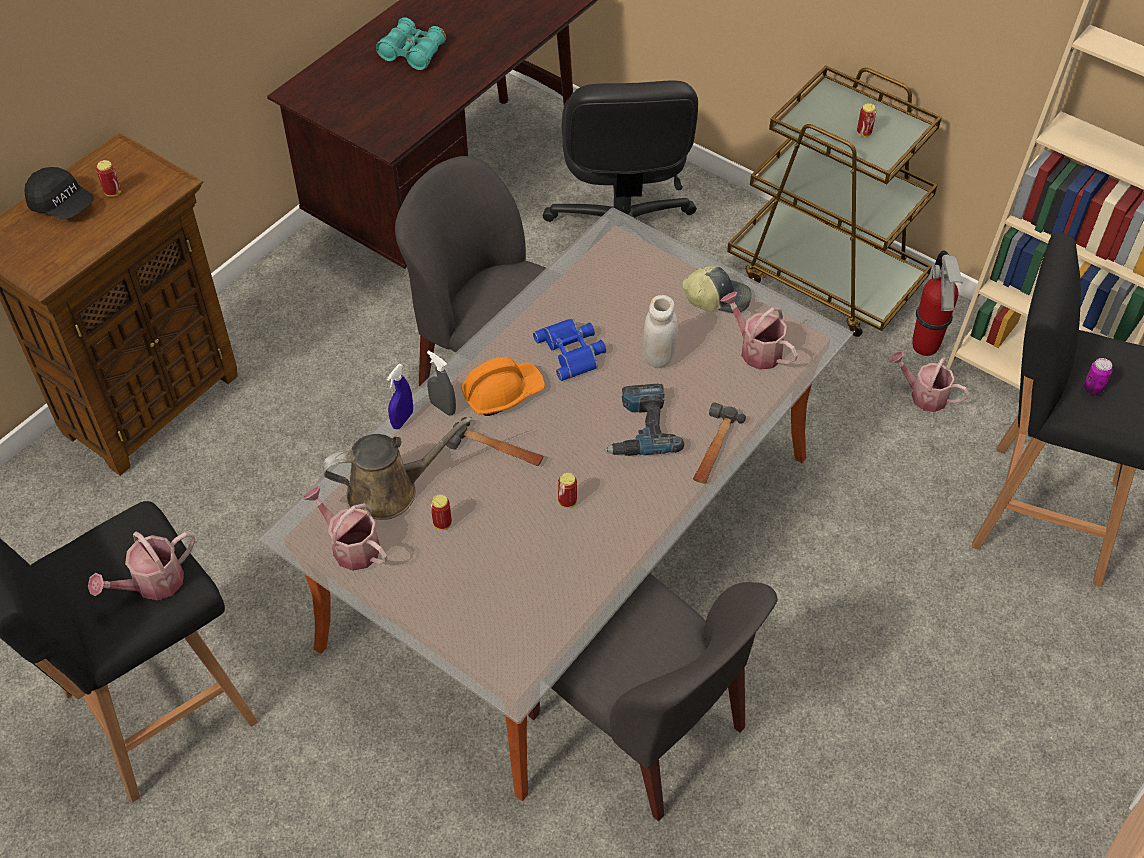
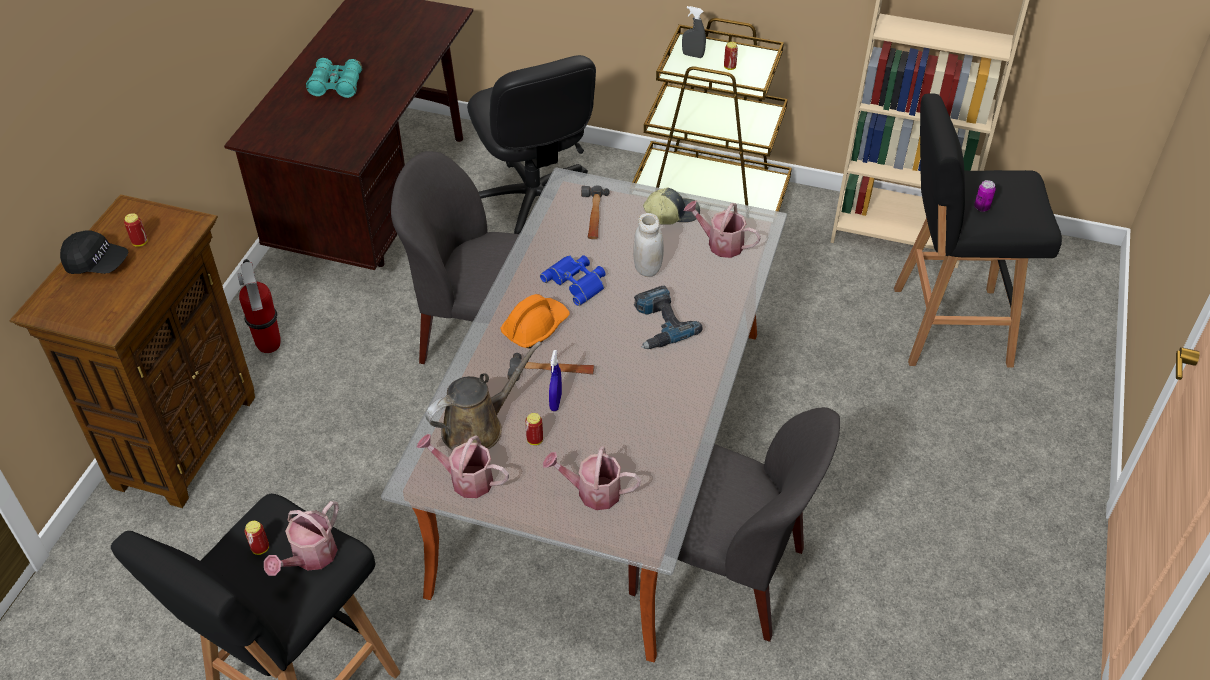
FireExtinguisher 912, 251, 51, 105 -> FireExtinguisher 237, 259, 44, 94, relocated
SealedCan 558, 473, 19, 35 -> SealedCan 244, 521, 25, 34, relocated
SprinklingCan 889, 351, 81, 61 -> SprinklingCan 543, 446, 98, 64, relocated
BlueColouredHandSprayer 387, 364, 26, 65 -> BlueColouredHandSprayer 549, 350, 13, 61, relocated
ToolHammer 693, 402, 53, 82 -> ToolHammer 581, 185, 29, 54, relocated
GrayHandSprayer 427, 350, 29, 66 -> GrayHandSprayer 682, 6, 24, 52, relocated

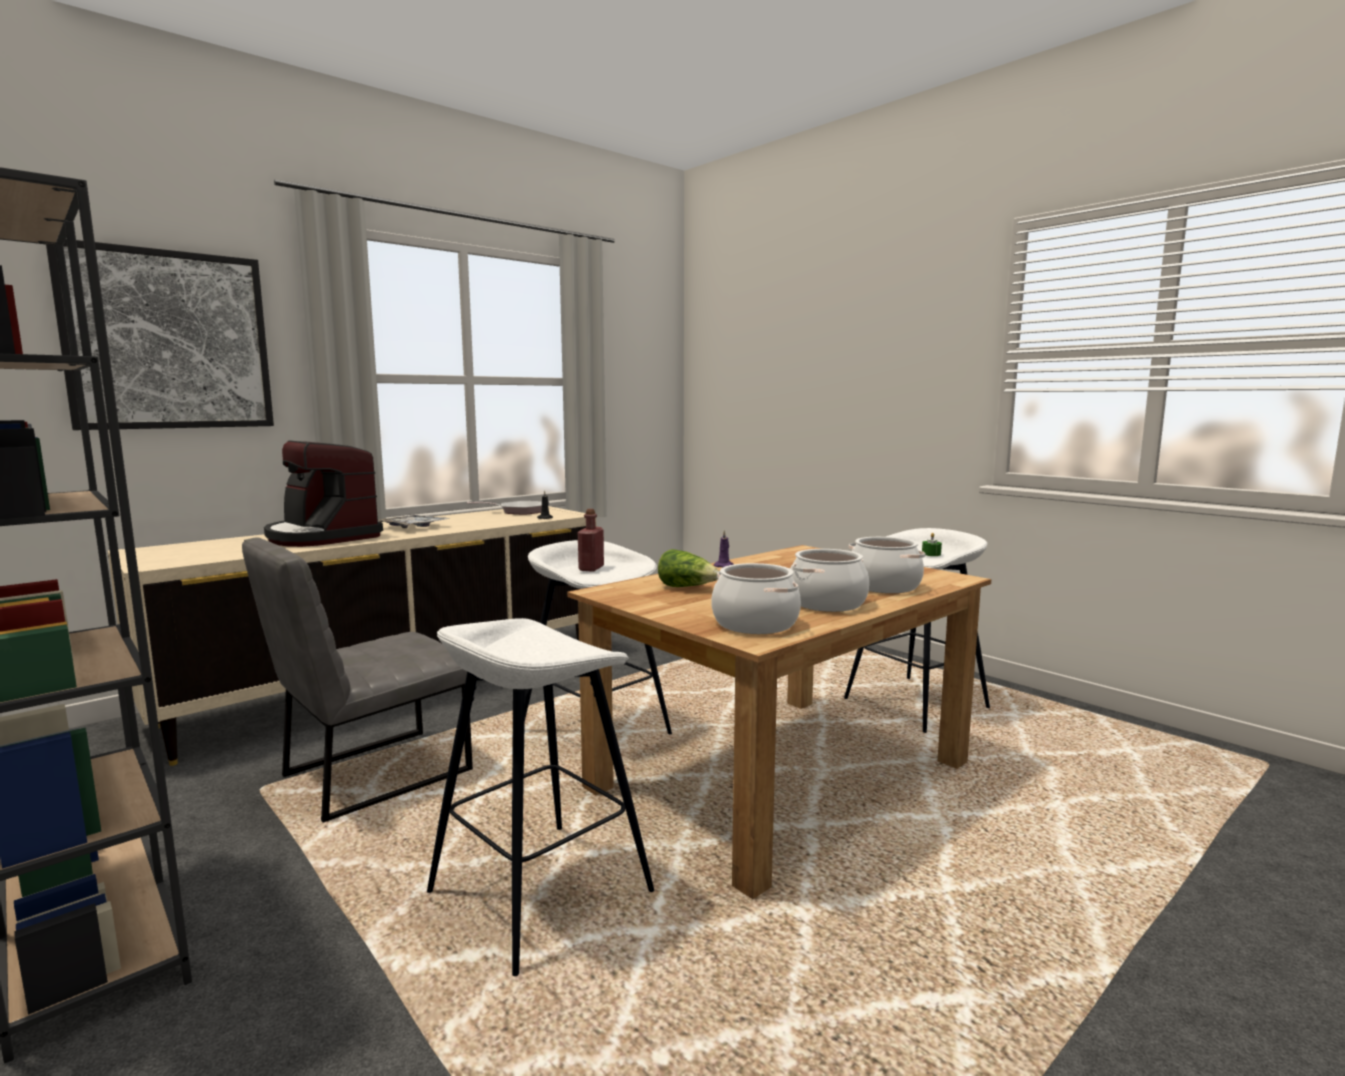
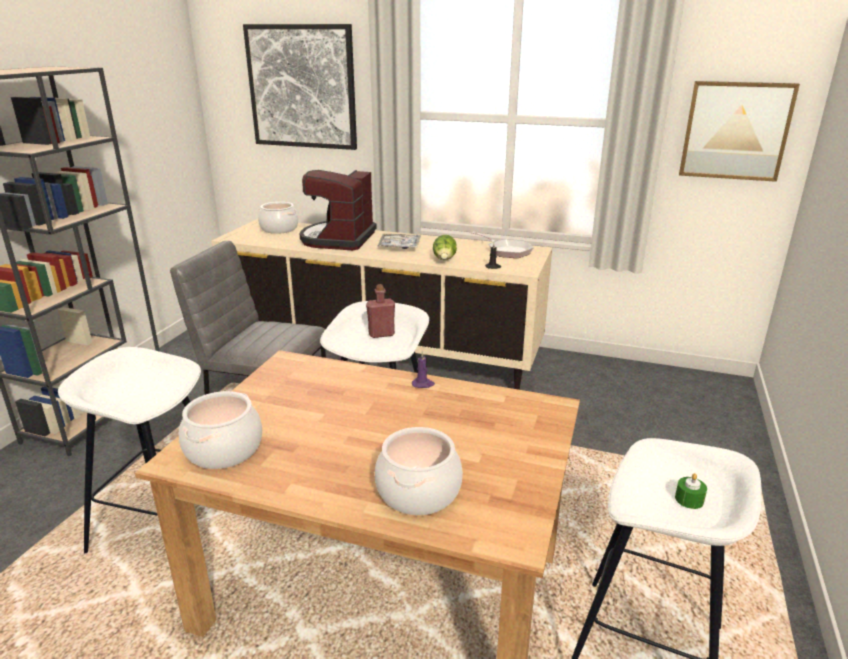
Saucepot 790, 549, 79, 63 -> Saucepot 258, 202, 40, 32, relocated
LettuceHead 658, 549, 62, 38 -> LettuceHead 433, 235, 24, 25, relocated
none -> WallArt 679, 81, 121, 101

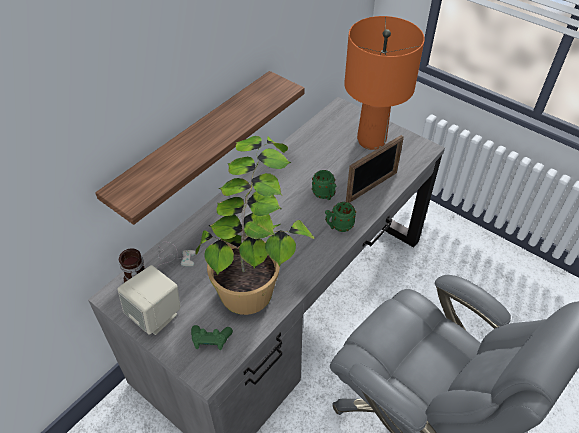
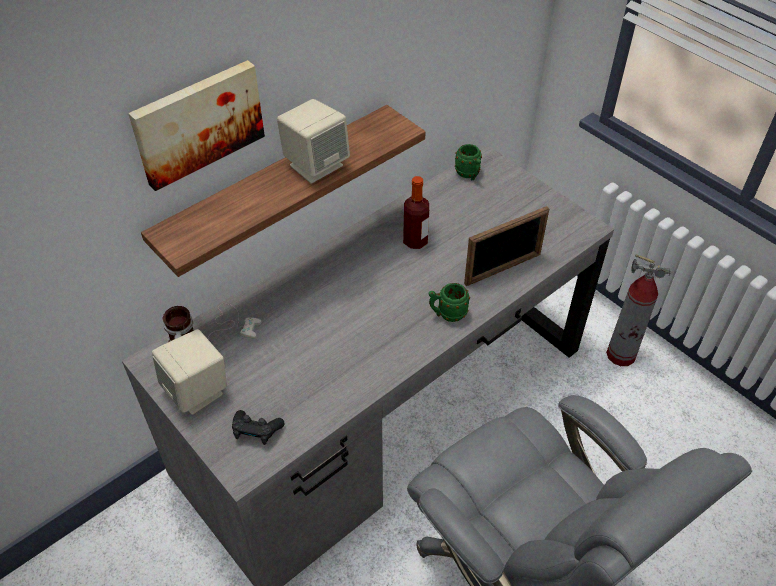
none -> WallArt 128, 60, 137, 131
GreenJoypad 191, 325, 42, 25 -> BlackColouredJoypad 232, 410, 52, 35
none -> BeigeAudioSpeaker 277, 99, 73, 84
none -> BeverageBottle 403, 176, 26, 73
GreenCoffeeMug 312, 170, 24, 30 -> GreenCoffeeMug 455, 144, 27, 36, relocated
none -> FireExtinguisher 606, 254, 66, 112
PottedPlant 195, 136, 120, 179 -> none
OrangeyTableLamp 344, 16, 81, 134 -> none

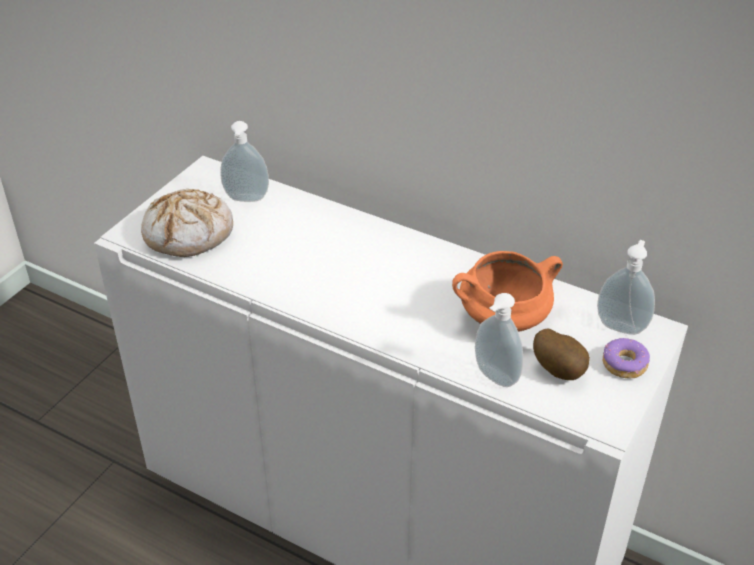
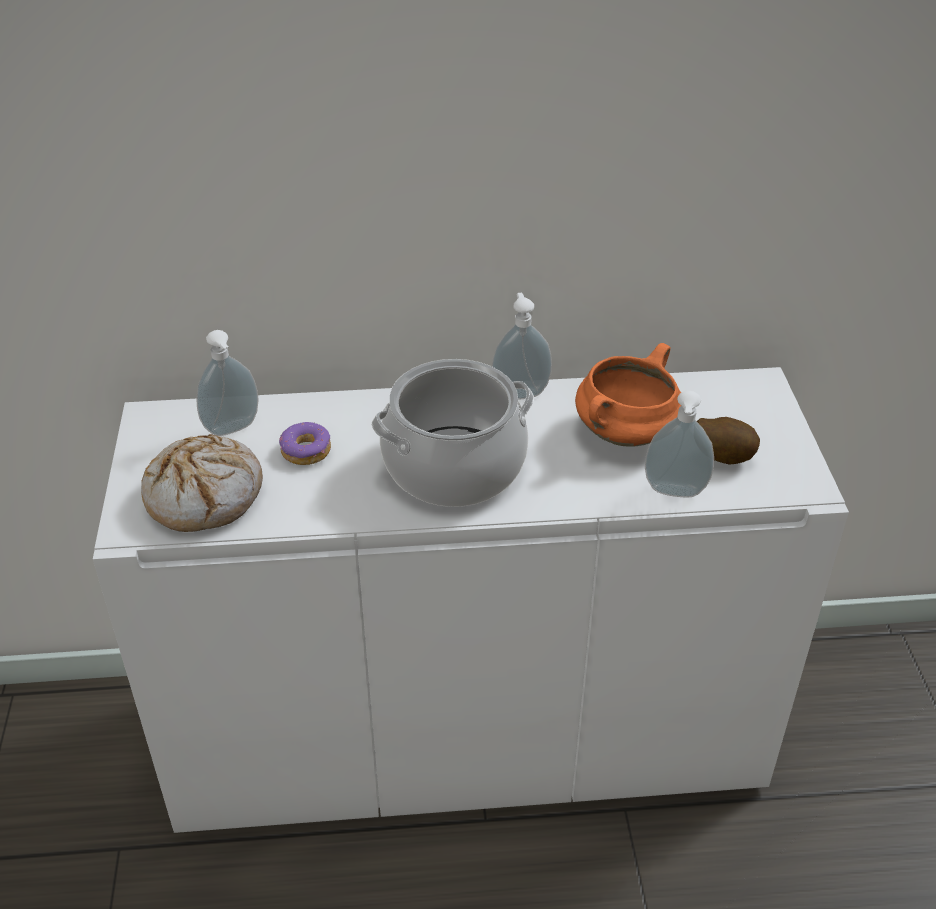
Doughnut 603, 338, 47, 41 -> Doughnut 279, 422, 52, 43, relocated
none -> Saucepot 371, 359, 163, 148
SoapDispenser 597, 240, 58, 95 -> SoapDispenser 492, 293, 60, 107, relocated

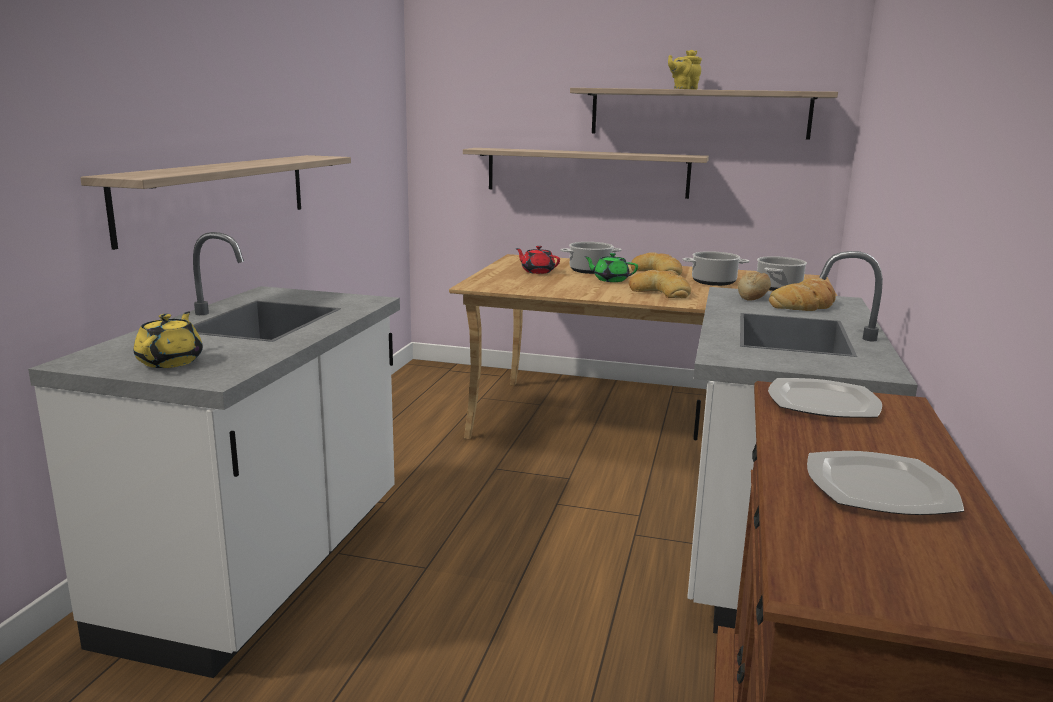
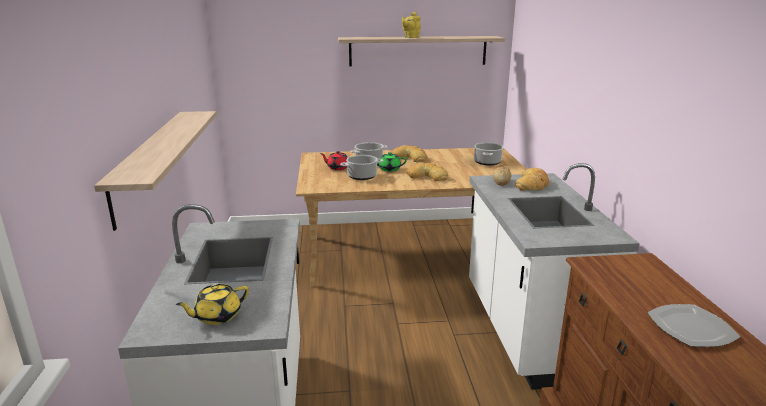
YellowColouredPotForTea 134, 312, 69, 56 -> YellowColouredPotForTea 176, 284, 73, 41, 105 degrees counterclockwise
Saucepot 682, 251, 67, 35 -> Saucepot 340, 155, 43, 25, relocated
Shelf 463, 148, 246, 51 -> none
DinnerPlate 768, 378, 114, 40 -> none

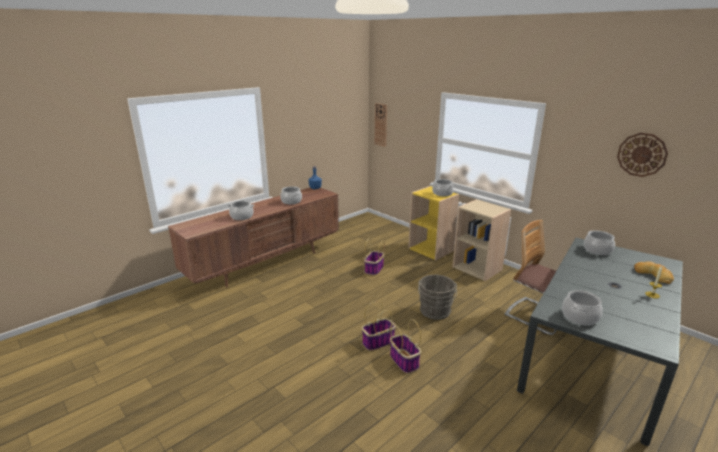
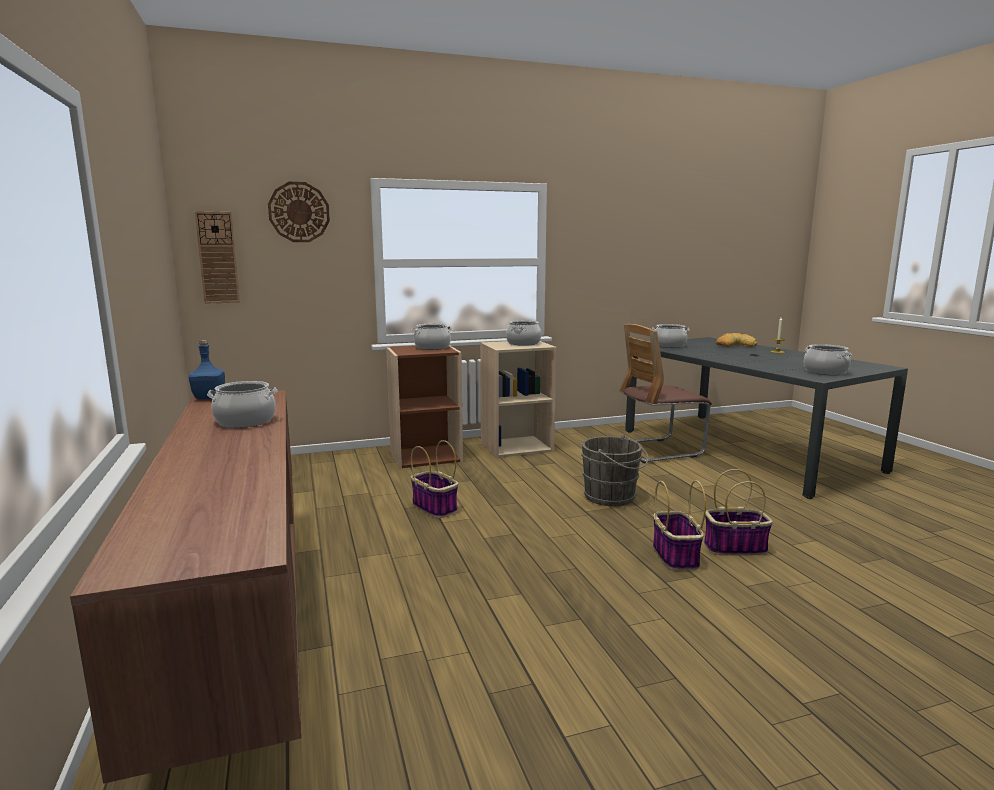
ClockOnTheWall 617, 133, 51, 44 -> ClockOnTheWall 268, 182, 62, 60, relocated
YellowColouredBookshelf 408, 186, 51, 74 -> BrownColouredBookshelf 386, 345, 77, 124
Saucepot 227, 200, 27, 20 -> Saucepot 506, 320, 35, 26, relocated

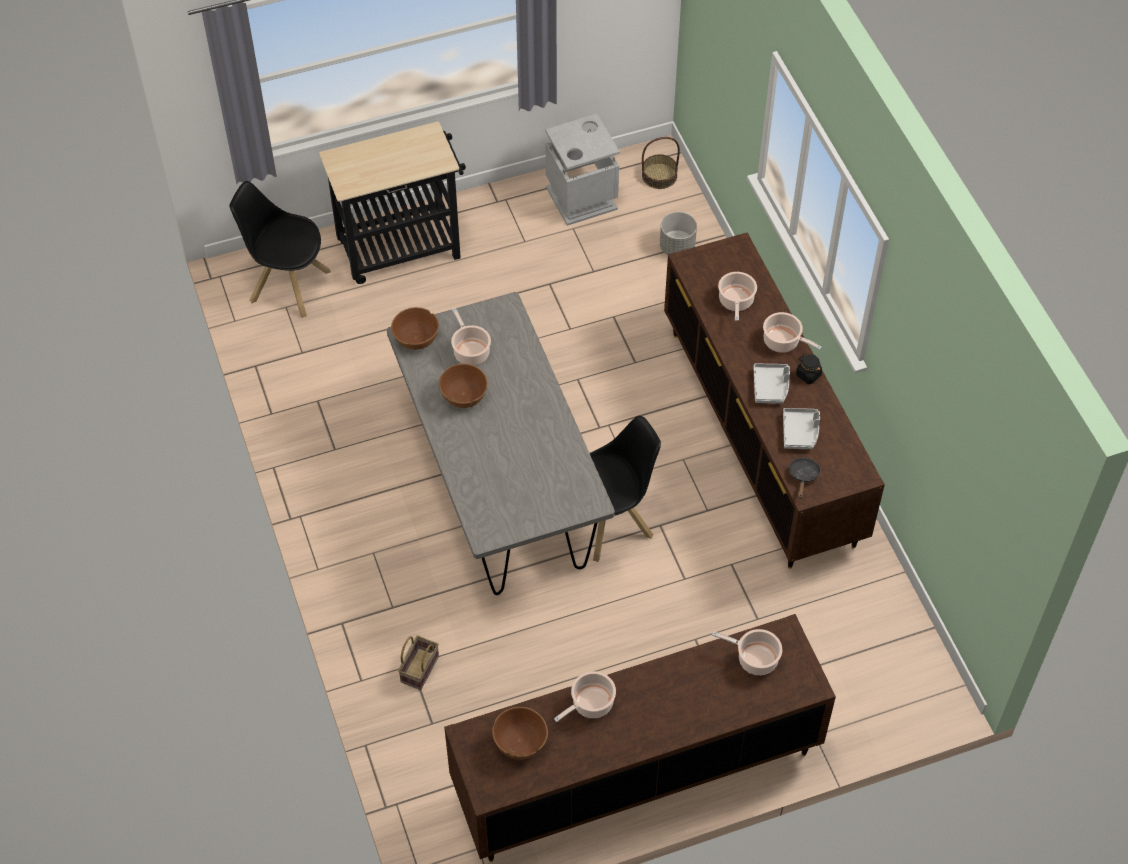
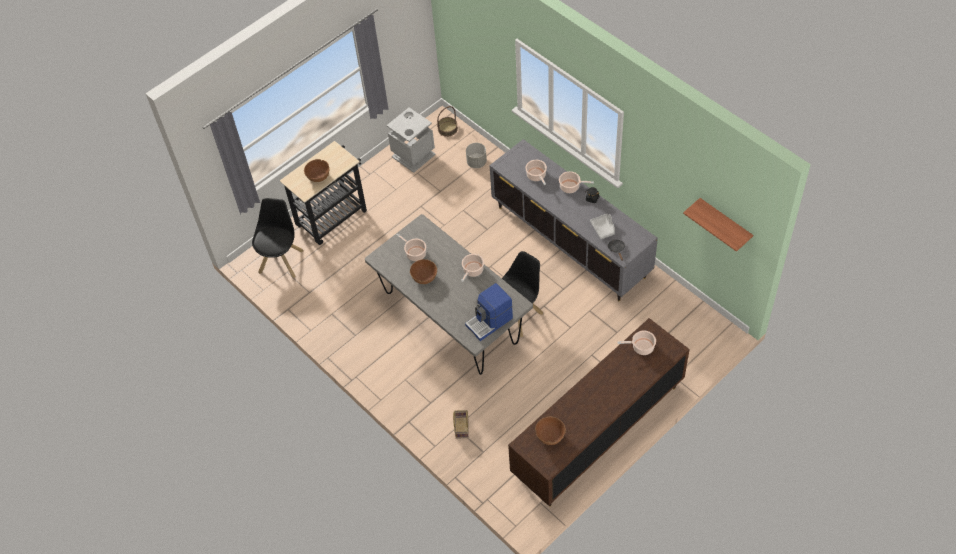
BlackColouredPlainChair 229, 181, 102, 137 -> BlackColouredPlainChair 252, 198, 52, 80, 105 degrees clockwise
BrownColouredDeepDish 391, 307, 48, 43 -> BrownColouredDeepDish 304, 159, 26, 23, relocated
Saucepot 554, 671, 62, 51 -> Saucepot 461, 254, 23, 28, relocated
none -> CoffeeBrewer 465, 283, 48, 58
BrownColouredCupboard 664, 232, 221, 337 -> GrayCupboard 489, 139, 169, 162
none -> Shelf 683, 198, 70, 54
GrayCarryingTray 753, 363, 37, 40 -> none

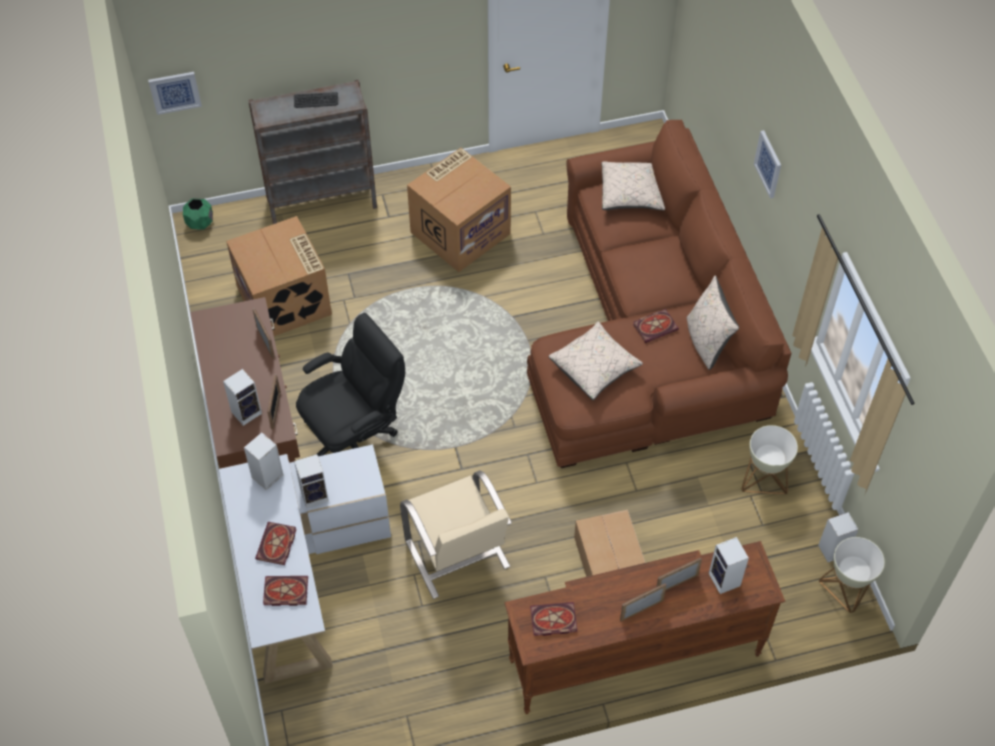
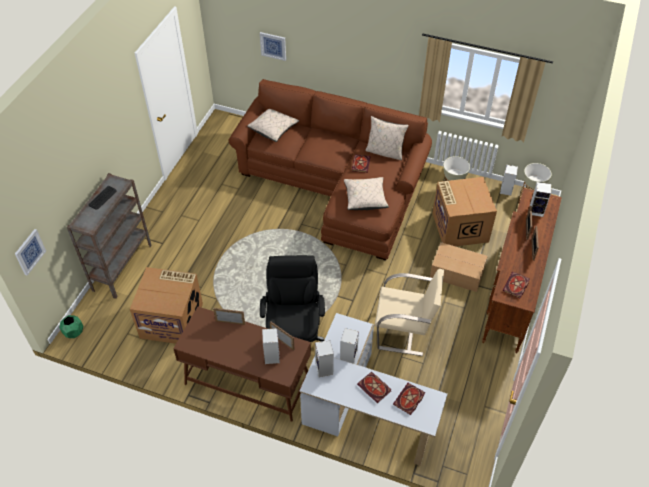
WallArt 754, 130, 27, 68 -> WallArt 260, 32, 26, 29, relocated
PackingBox 407, 148, 104, 124 -> PackingBox 433, 177, 64, 69, relocated

